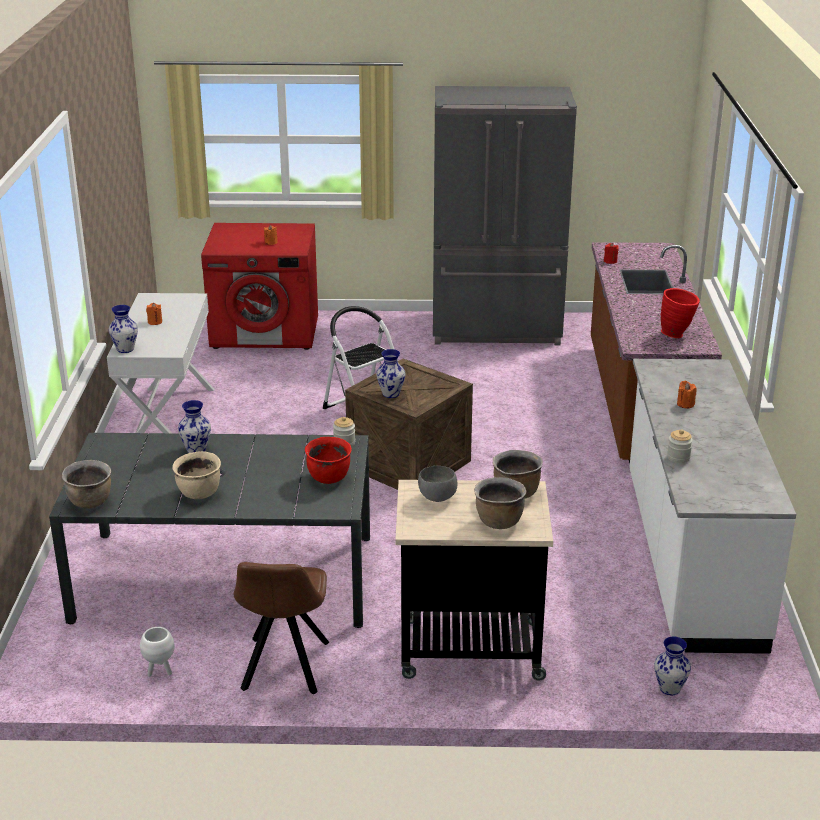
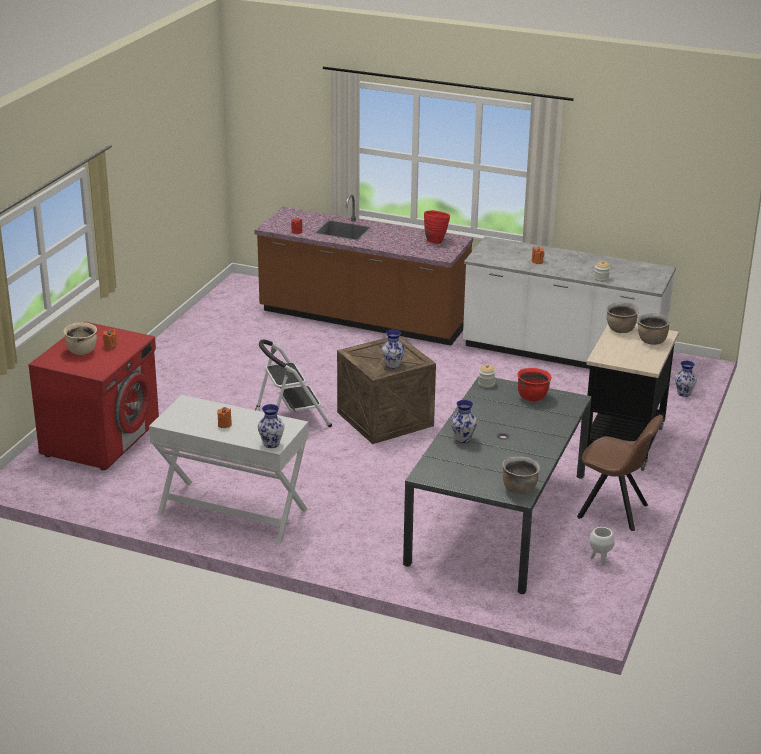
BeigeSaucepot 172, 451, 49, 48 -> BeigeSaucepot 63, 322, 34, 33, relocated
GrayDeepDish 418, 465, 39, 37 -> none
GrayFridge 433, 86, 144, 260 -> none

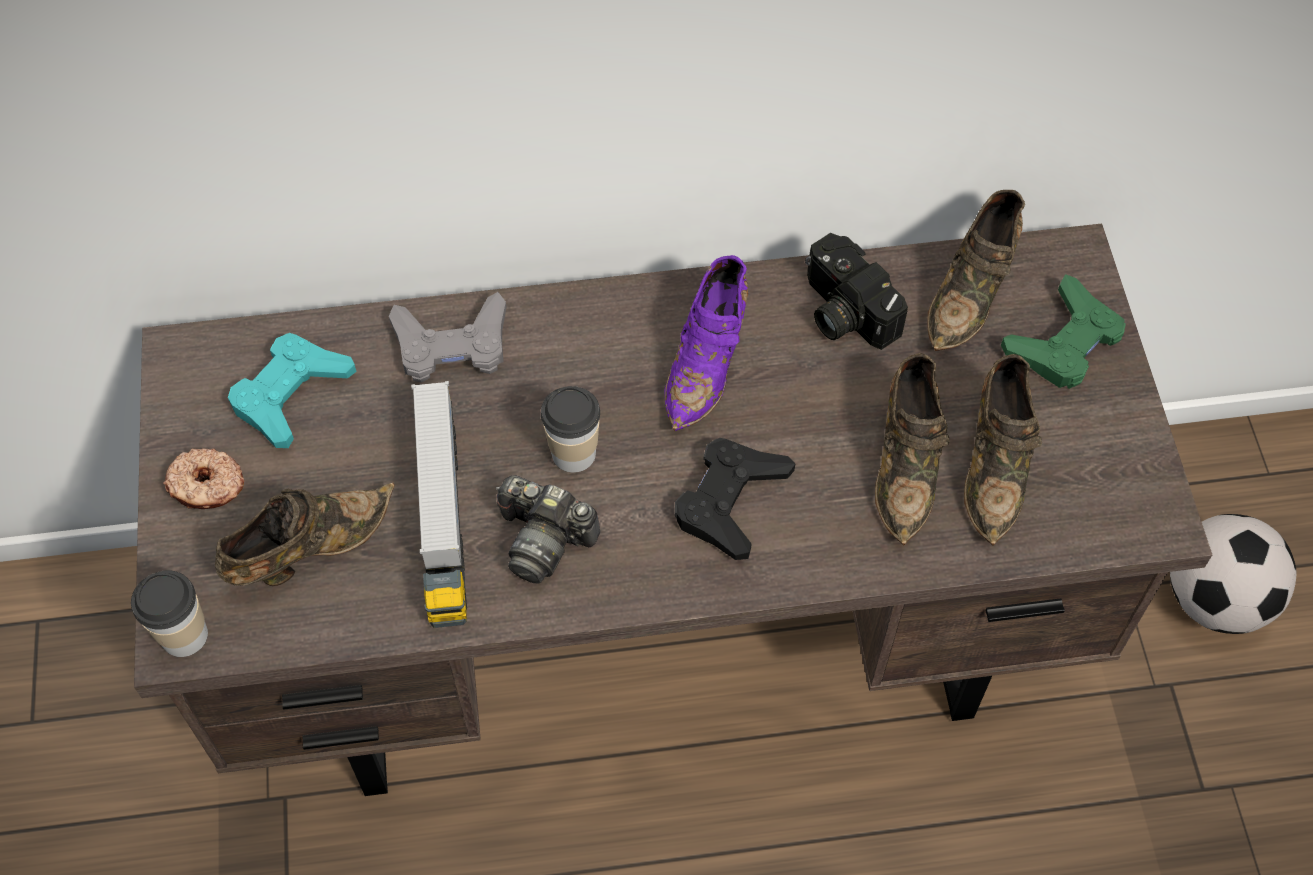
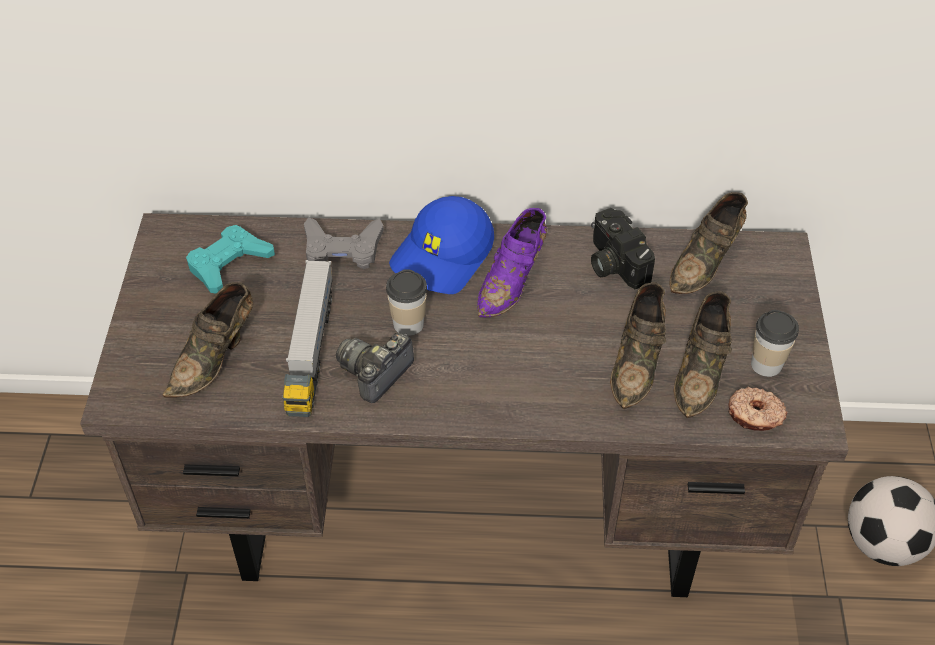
BrownColouredShoe 215, 483, 179, 103 -> BrownColouredShoe 163, 282, 90, 116, 150 degrees clockwise
StillCamera 496, 475, 104, 108 -> StillCamera 336, 333, 78, 70, 90 degrees clockwise
none -> BlueColouredBaseballCap 389, 196, 105, 98
Doughnut 163, 448, 81, 61 -> Doughnut 729, 387, 58, 44, relocated
DrinkingCup 131, 570, 77, 87 -> DrinkingCup 751, 310, 48, 67, relocated
BlackColouredJoypad 675, 438, 120, 122 -> none
GreenJoypad 1001, 274, 125, 115 -> none

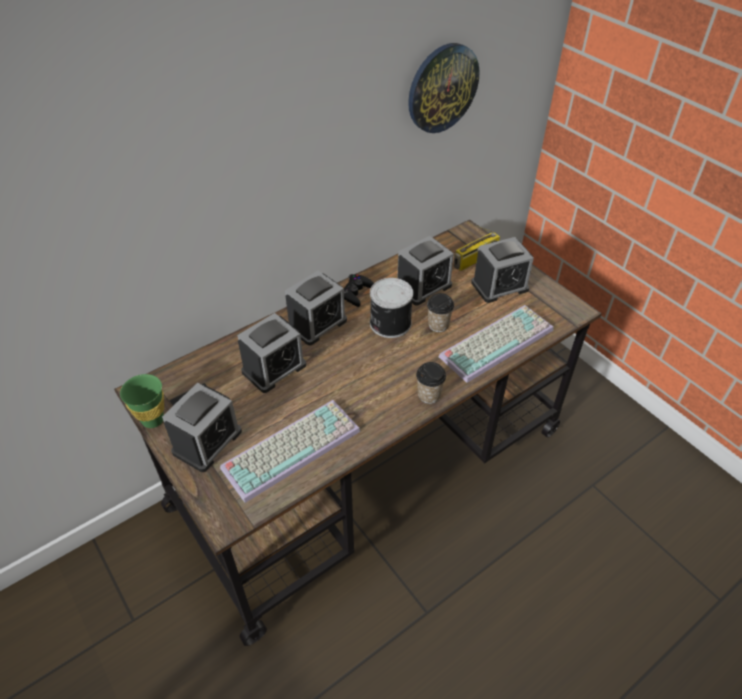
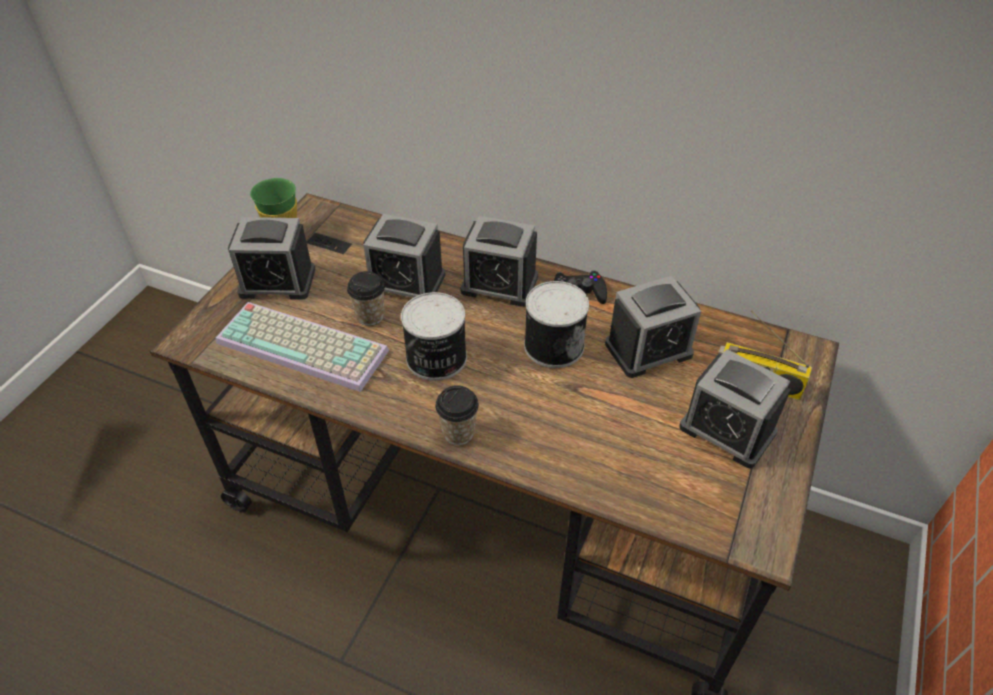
DrinkingCup 427, 293, 27, 39 -> DrinkingCup 347, 271, 38, 55, relocated
none -> SealedCan 401, 292, 66, 89
AlarmClock 397, 236, 57, 70 -> AlarmClock 605, 276, 96, 102, 45 degrees counterclockwise
ClockOnTheWall 408, 43, 72, 90 -> none
PcKeyboard 439, 305, 114, 78 -> none

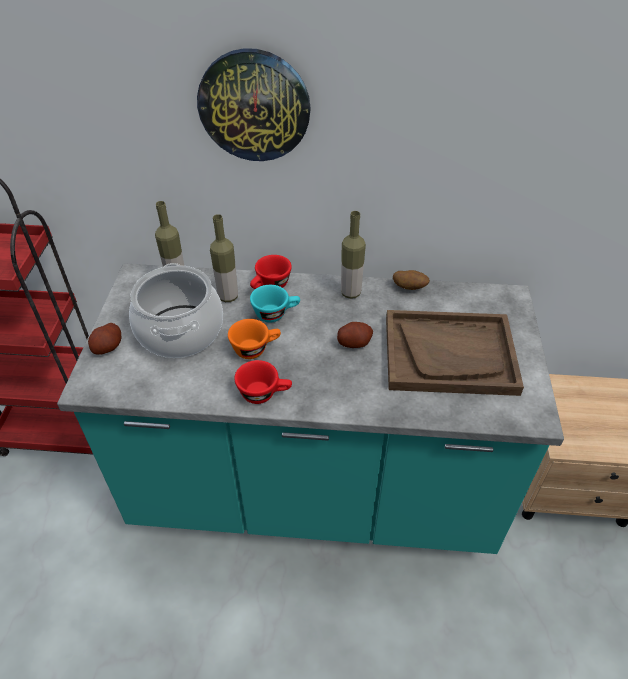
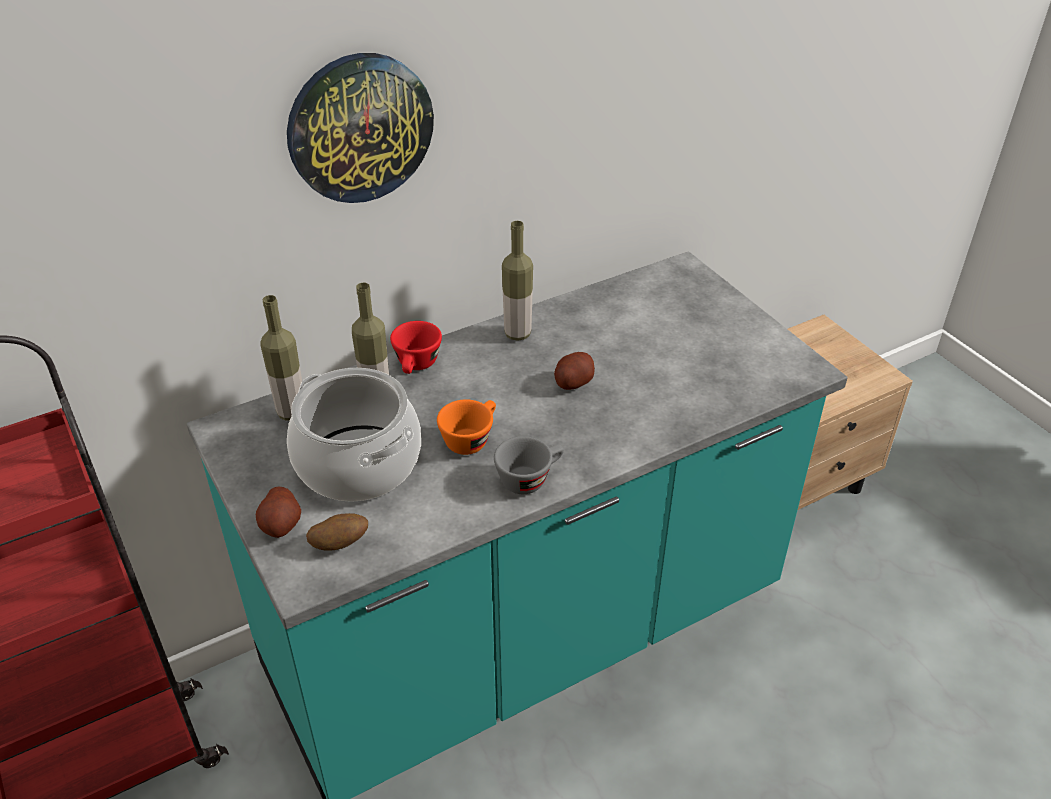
Spud 393, 270, 37, 20 -> Spud 306, 513, 62, 37, relocated
RedColouredDrinkingCup 234, 360, 58, 44 -> GrayDrinkingCup 494, 436, 70, 58
BlueGreenDrinkingCup 250, 285, 50, 38 -> none
BrownColouredCarryingTray 386, 310, 138, 86 -> none

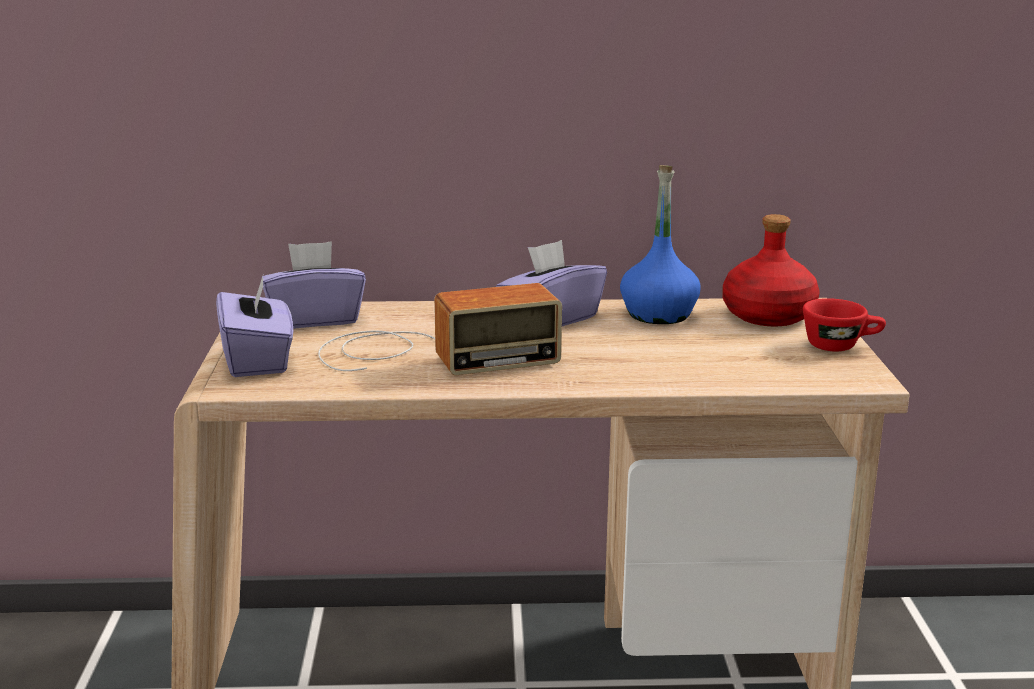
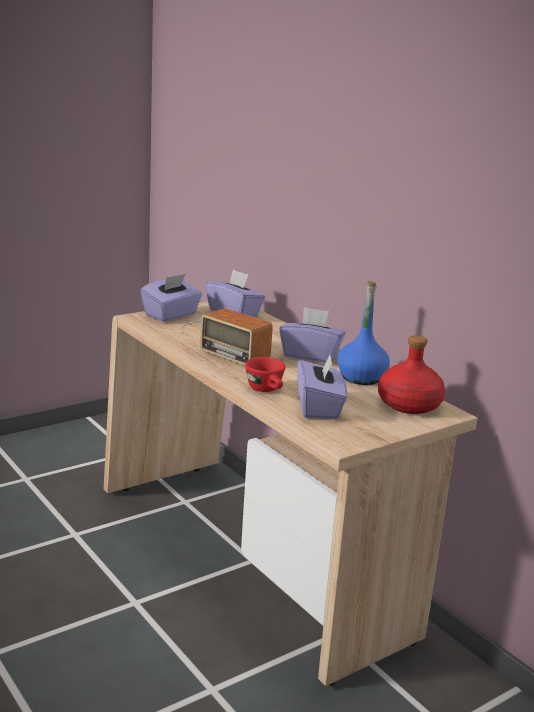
RedColouredDrinkingCup 803, 298, 83, 53 -> RedColouredDrinkingCup 245, 357, 41, 35, relocated
none -> PurplishTissueHolder 298, 353, 49, 66

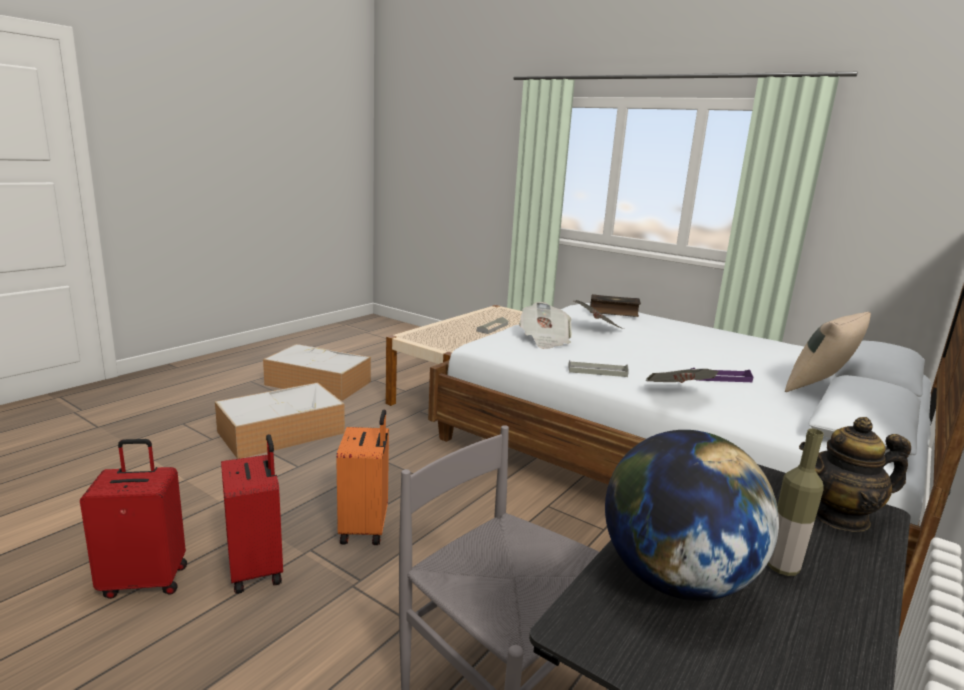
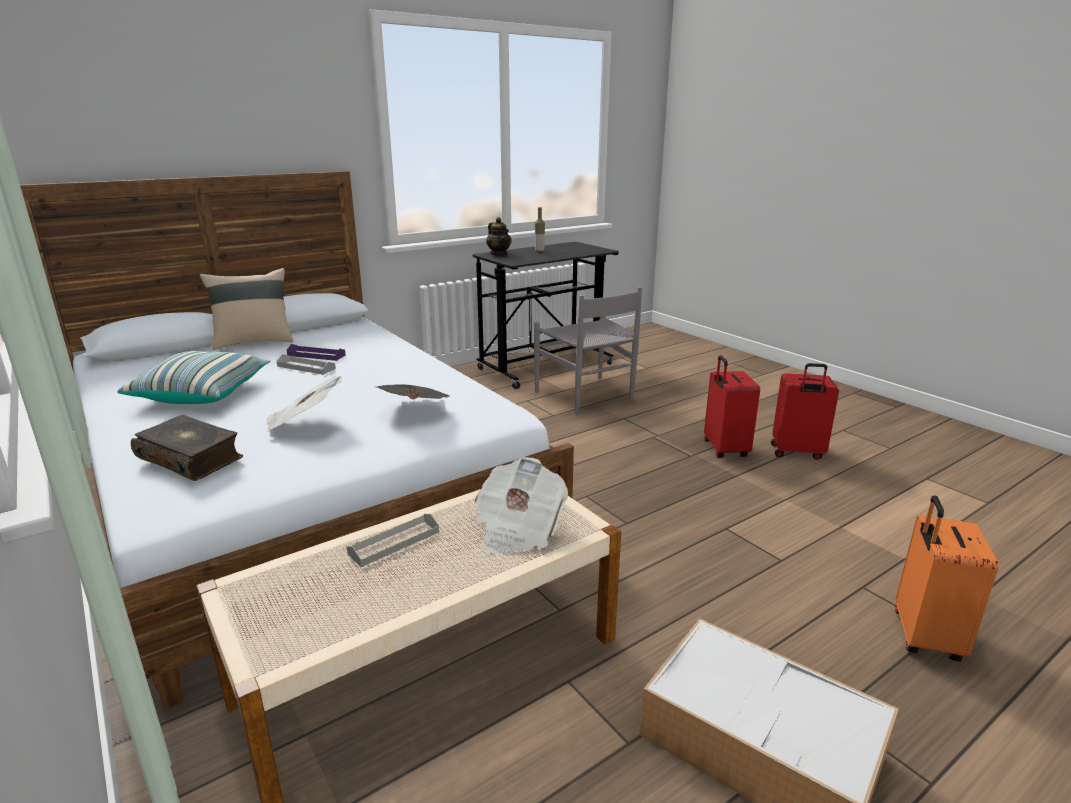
none -> Pillow 117, 351, 154, 53
GrayCarryingTray 568, 360, 61, 17 -> GrayCarryingTray 276, 354, 60, 21, relocated
DailyPaper 645, 369, 74, 14 -> DailyPaper 475, 457, 93, 98, relocated
PotForTea 799, 417, 112, 115 -> PotForTea 486, 217, 26, 39, 45 degrees clockwise
OrangeySuitcase 336, 409, 53, 136 -> OrangeySuitcase 895, 496, 104, 166, relocated
StorageBox 215, 382, 130, 77 -> none
DeskGlobe 605, 430, 174, 171 -> none

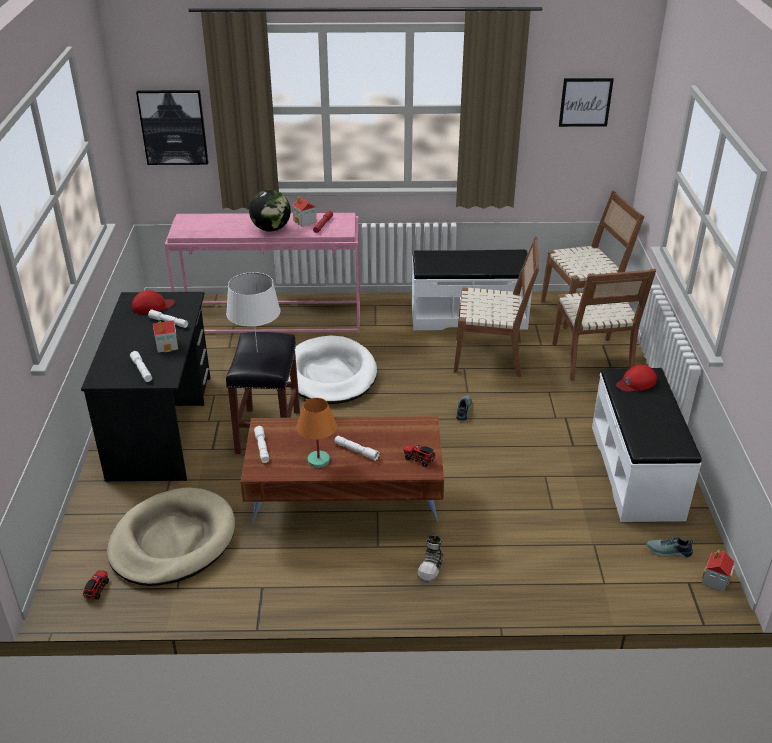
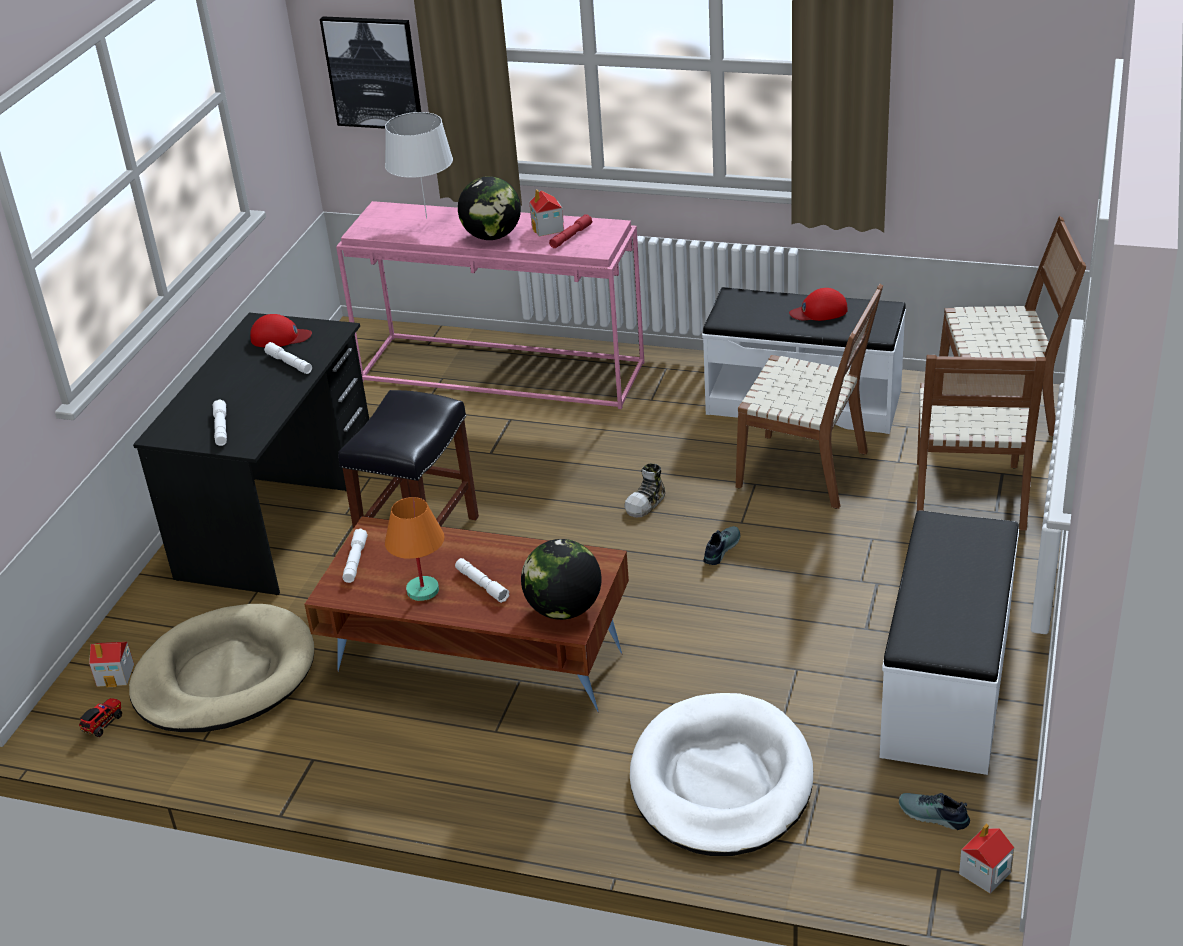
ModelHouse 153, 320, 25, 33 -> ModelHouse 89, 642, 45, 45, relocated
WhiteColouredTableLamp 226, 272, 54, 80 -> WhiteColouredTableLamp 385, 112, 68, 107, relocated
ToyLorry 404, 445, 31, 22 -> DeskGlobe 521, 539, 81, 81
Shoe 417, 535, 27, 48 -> Shoe 624, 463, 41, 55, relocated
WhiteColouredDogBed 288, 335, 89, 69 -> WhiteColouredDogBed 630, 693, 183, 163, relocated
RedColouredBaseballCap 616, 364, 41, 28 -> RedColouredBaseballCap 789, 288, 59, 33, relocated
WallArt 559, 78, 55, 49 -> none

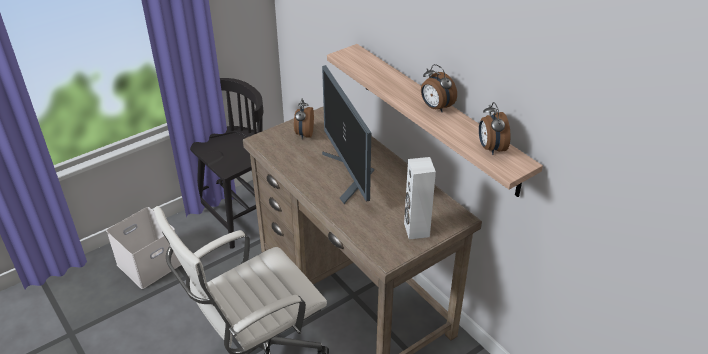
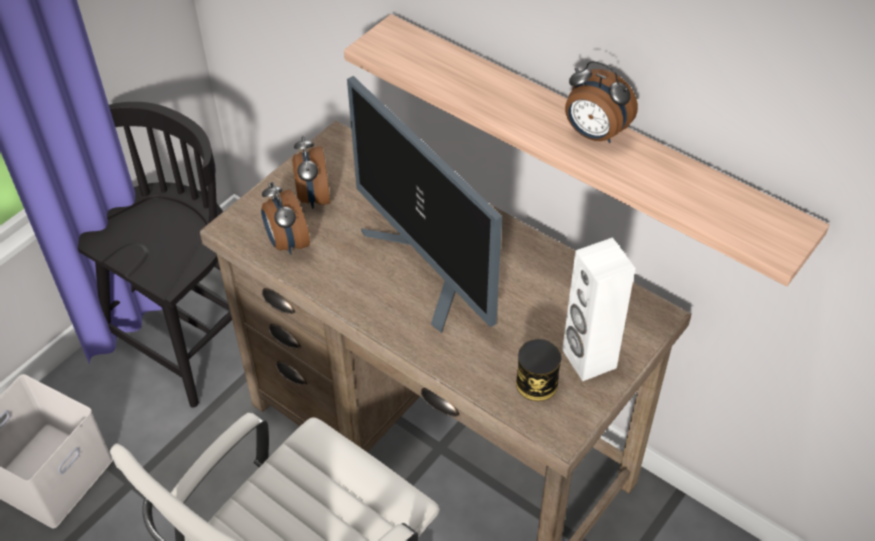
AlarmClock 479, 102, 31, 53 -> AlarmClock 261, 182, 49, 73, relocated
none -> SealedCan 516, 339, 45, 62

